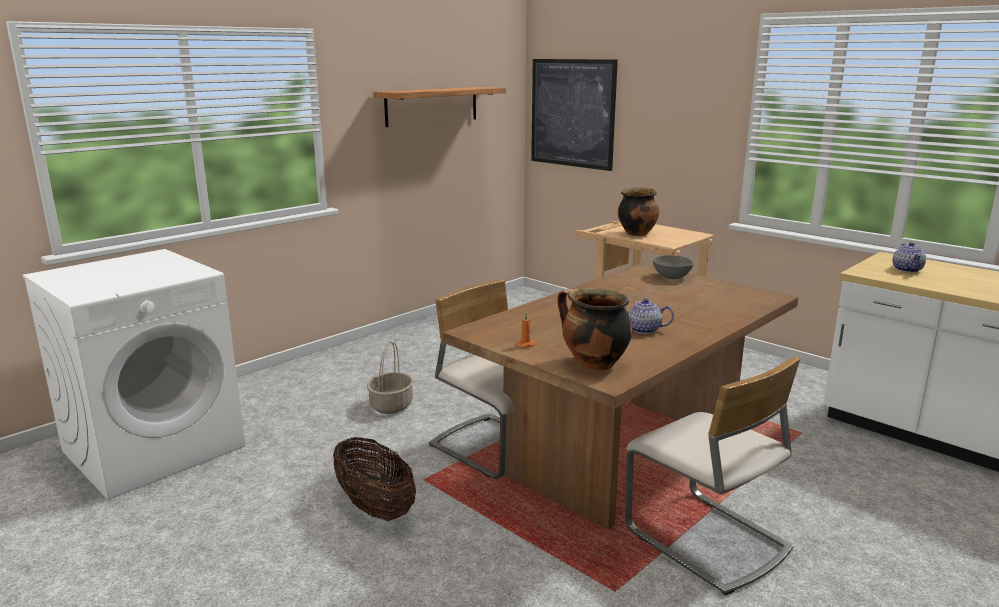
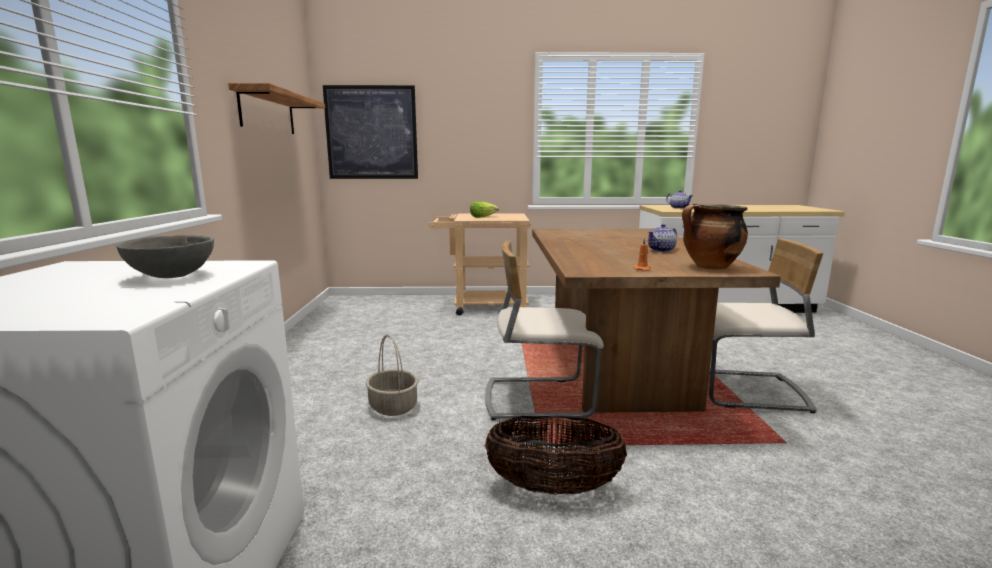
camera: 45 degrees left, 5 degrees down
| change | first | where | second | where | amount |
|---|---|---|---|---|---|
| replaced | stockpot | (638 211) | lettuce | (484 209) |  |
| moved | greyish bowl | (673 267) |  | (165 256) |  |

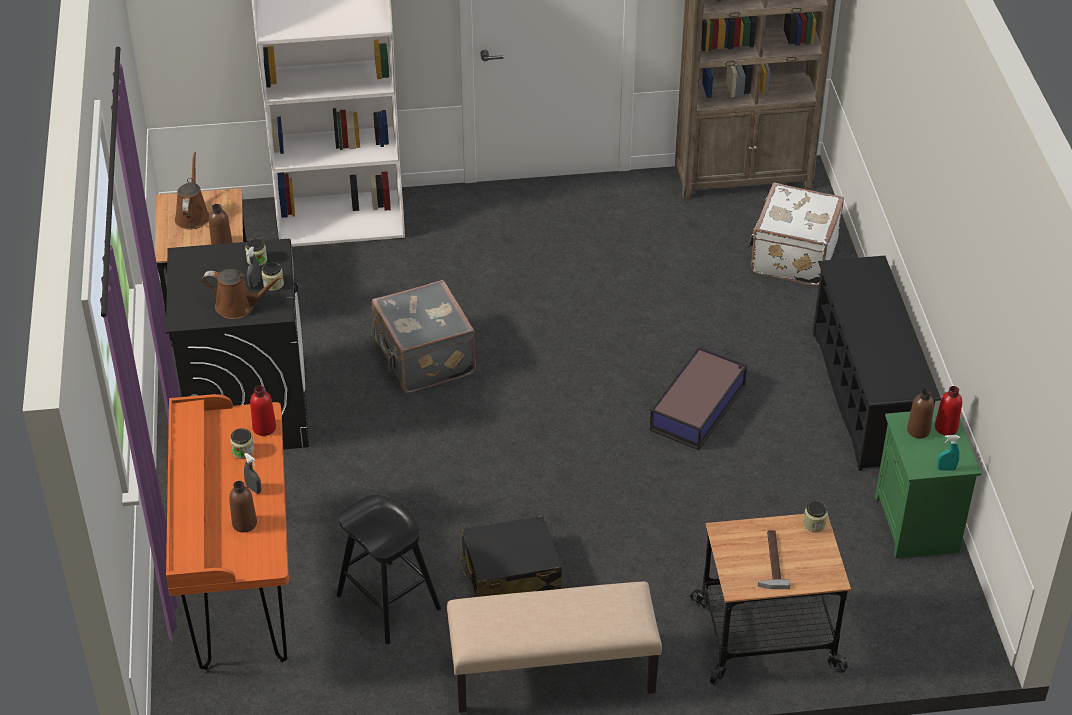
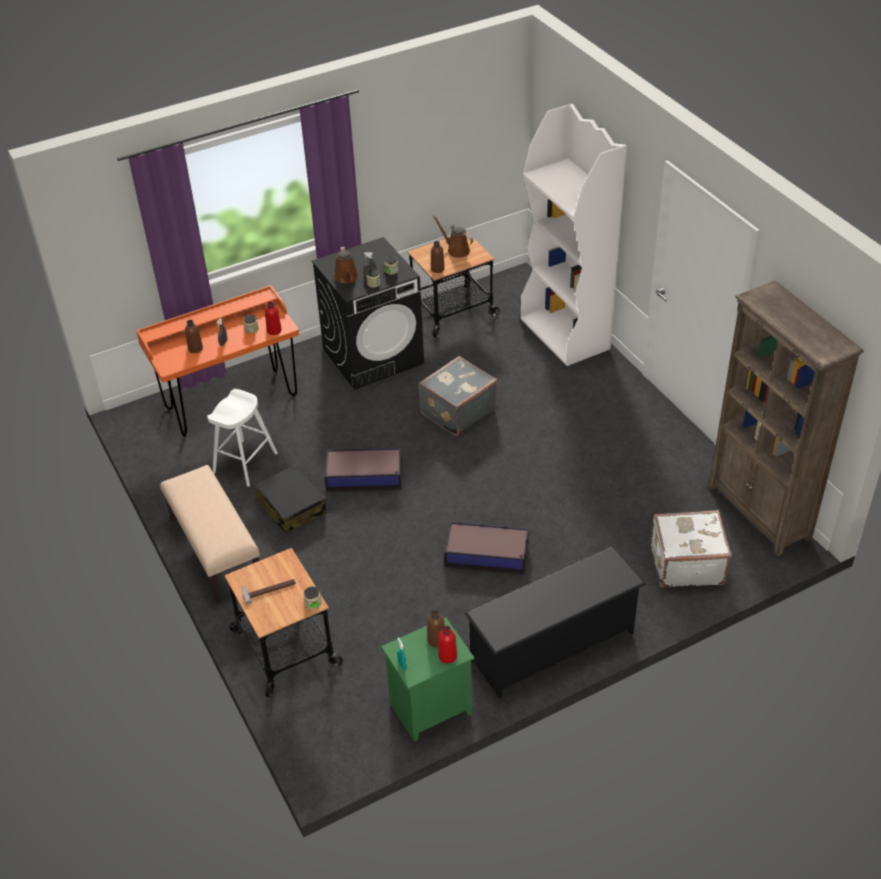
camera: 70 degrees right, 0 degrees up
| change | first | where | second | where | amount |
|---|---|---|---|---|---|
| turned | brownish watering can | (192 191) |  | (453 236) | 120 degrees counterclockwise |
| recoloured | black-coloured stool seat | (389 569) | whitish stool seat | (242 438) |  |
| added |  |  | storage box | (363 470) |  |

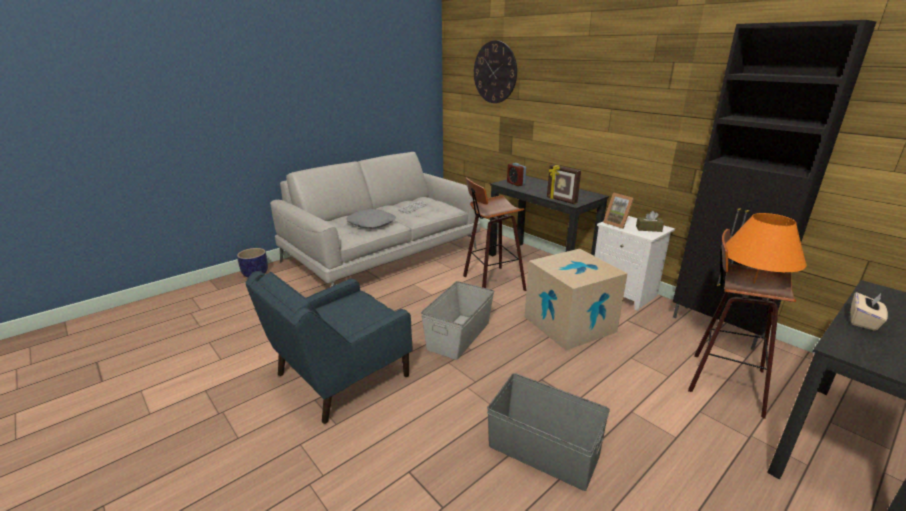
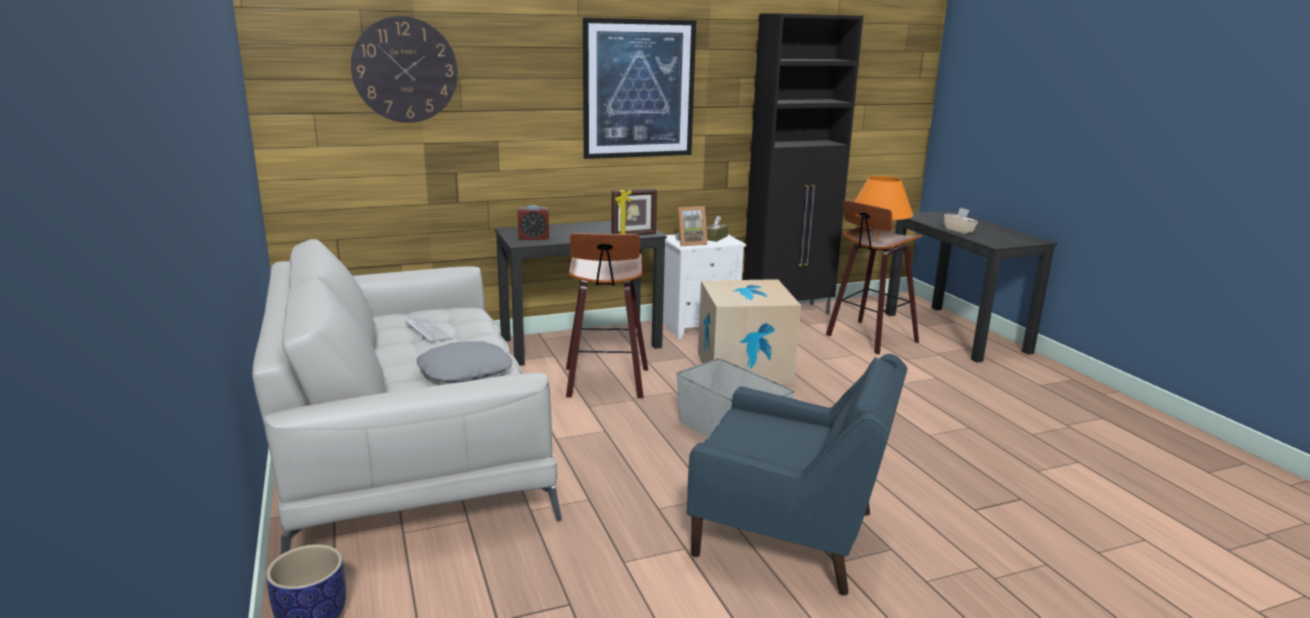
camera: 70 degrees left, 5 degrees down
| change | first | where | second | where | amount |
|---|---|---|---|---|---|
| turned | bluish lounge chair | (329 347) |  | (797 475) | 45 degrees counterclockwise |
| removed | greyish storage box | (548 432) |  |  |  |
| added |  |  | picture | (639 88) |  |

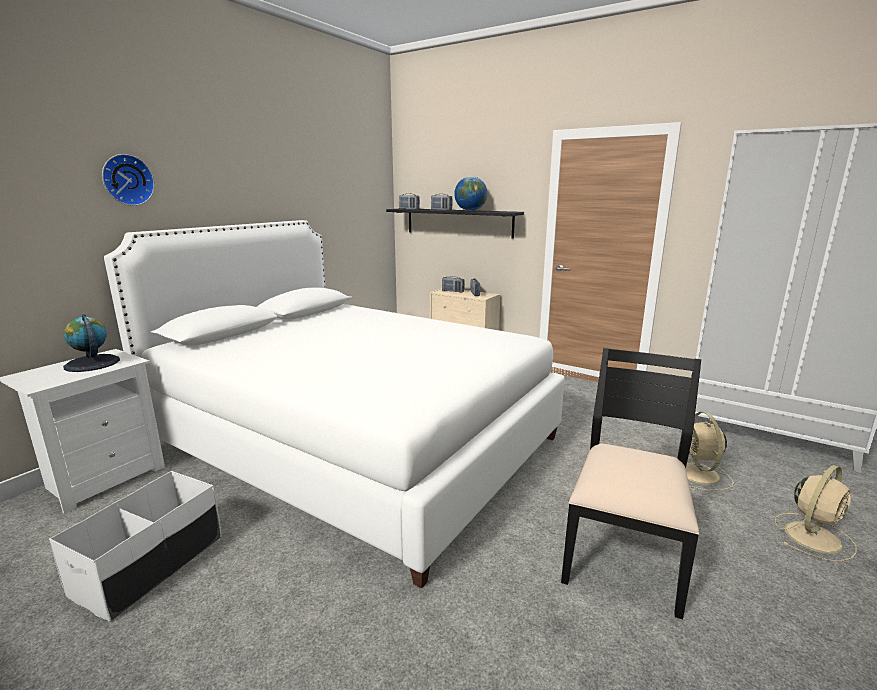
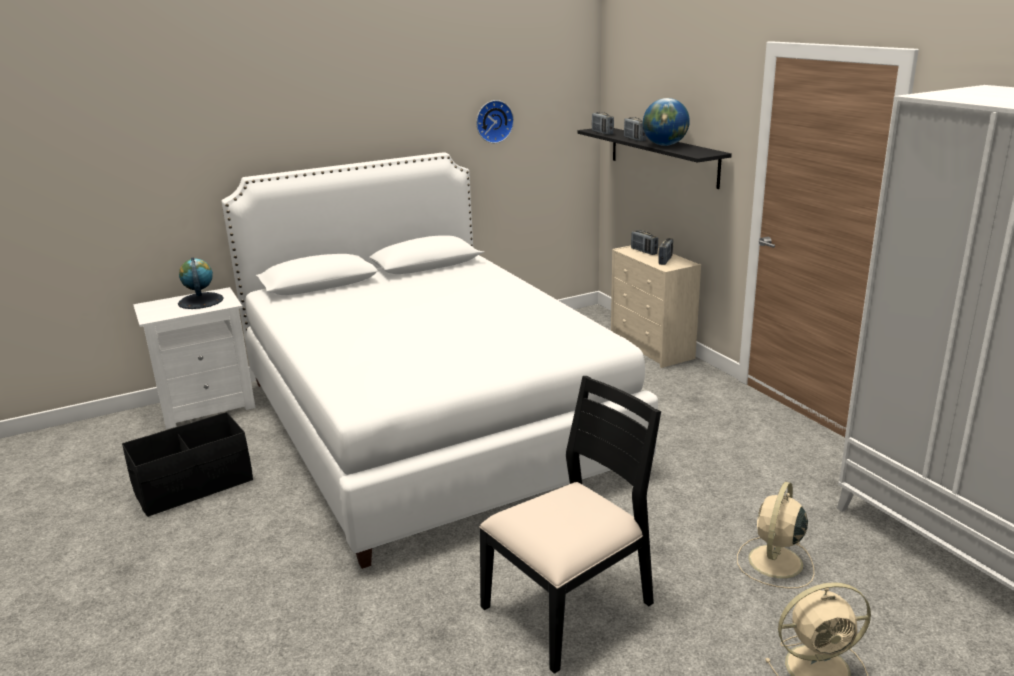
camera: 30 degrees right, 5 degrees up
| change | first | where | second | where | amount |
|---|---|---|---|---|---|
| recoloured | whitish storage box | (135 546) | black-coloured storage box | (187 464) |  |
| moved | hanging clock | (128 180) |  | (495 121) |  |

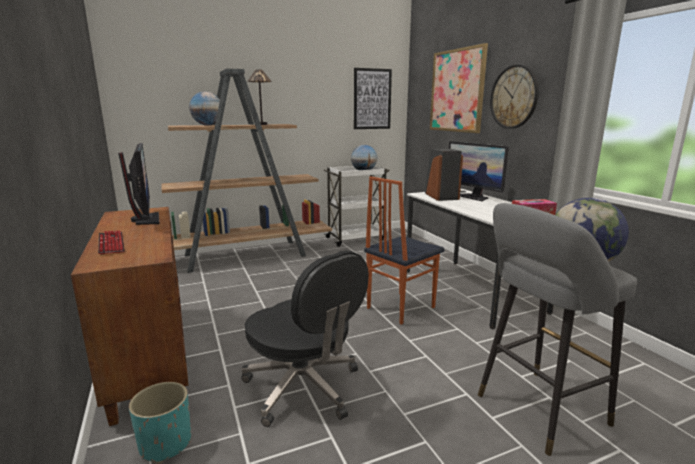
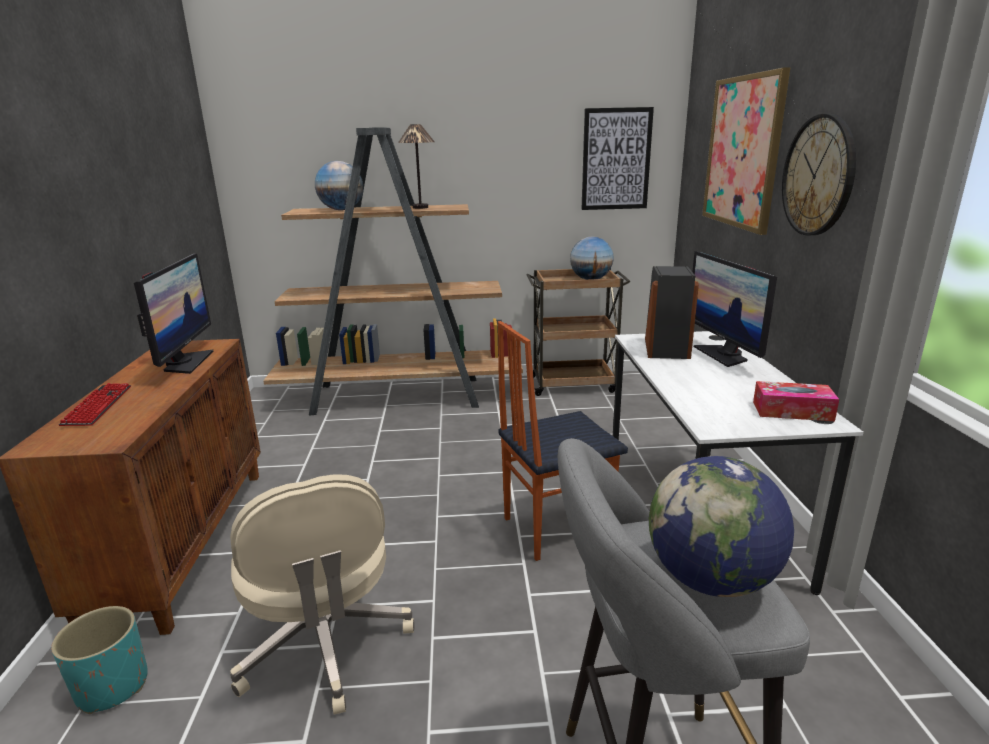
camera: 20 degrees right, 5 degrees up
| change | first | where | second | where | amount |
|---|---|---|---|---|---|
| recoloured | black-coloured computer chair | (305 338) | sand-coloured computer chair | (322 594) |  |
| recoloured | whitish cart | (356 206) | brownish cart | (578 332) |  |

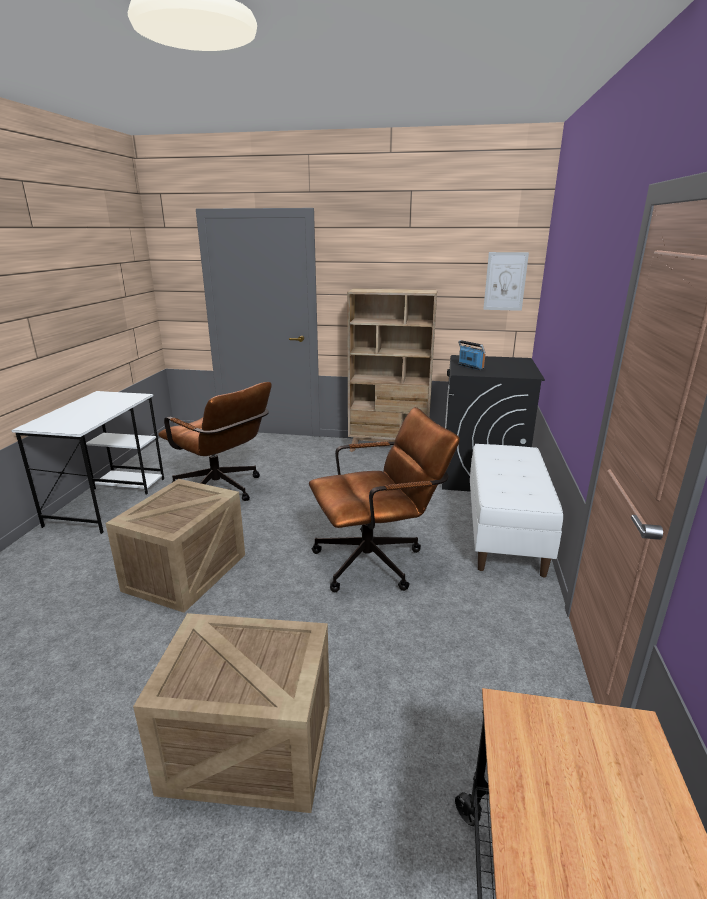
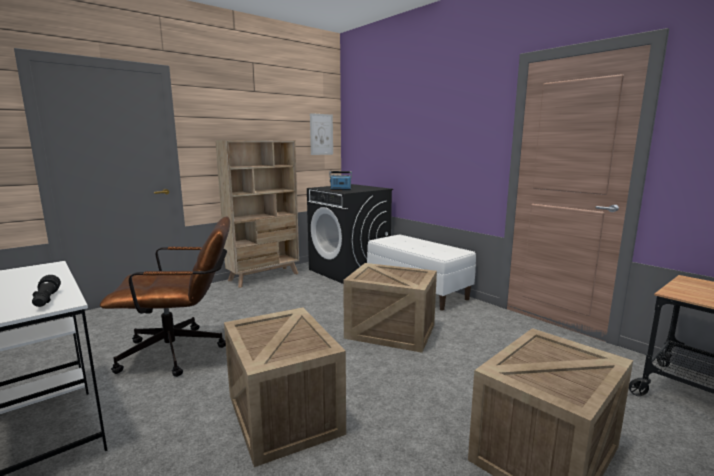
camera: 50 degrees left, 10 degrees down
| change | first | where | second | where | amount |
|---|---|---|---|---|---|
| replaced | brownish computer chair | (384 500) | shipping crate | (390 308) |  |
| added |  |  | black-coloured flashlight | (46 291) |  |

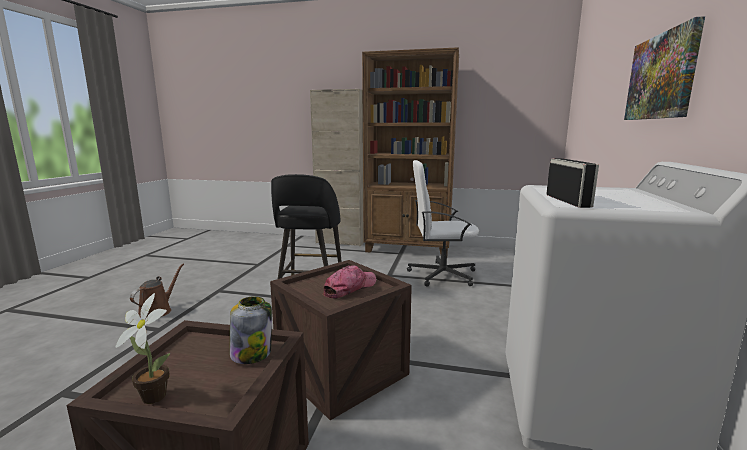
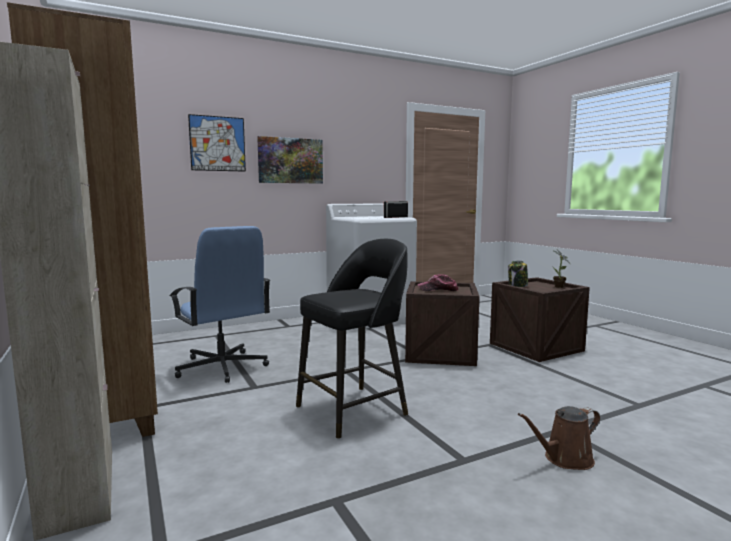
camera: 130 degrees left, 5 degrees down
| change | first | where | second | where | amount |
|---|---|---|---|---|---|
| recoloured | whitish computer chair | (443 223) | bluish computer chair | (220 304) |  |
| added |  |  | picture | (217 143) |  |

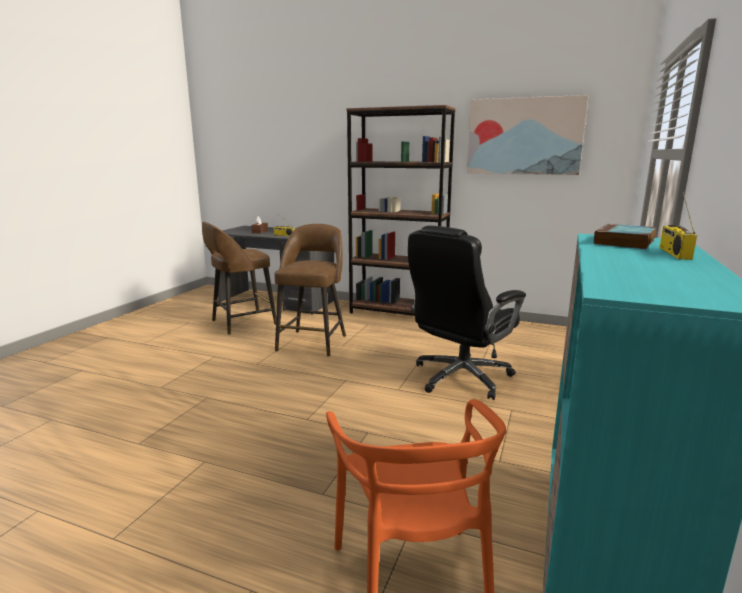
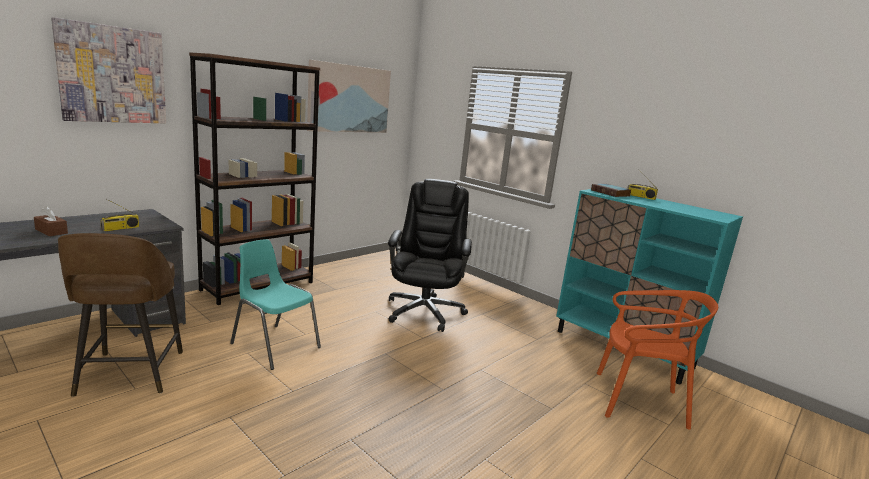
camera: 70 degrees left, 0 degrees up
| change | first | where | second | where | amount |
|---|---|---|---|---|---|
| replaced | brownish stool seat | (310 290) | turquoise plain chair | (275 305) |  |
| turned | black-coloured computer chair | (467 313) |  | (430 255) | 150 degrees counterclockwise |
| added |  |  | picture | (108 70) |  |

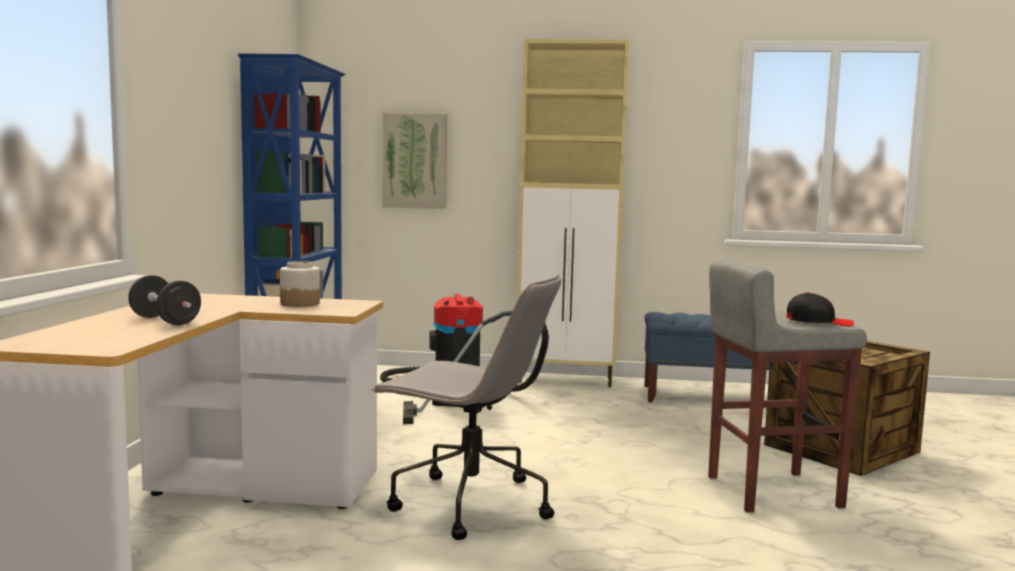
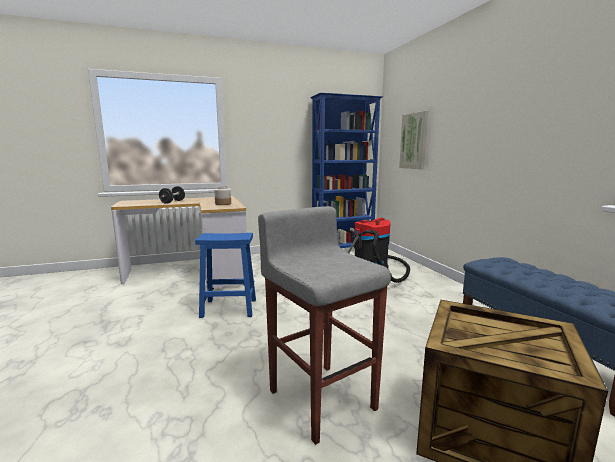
camera: 65 degrees right, 5 degrees up
| change | first | where | second | where | amount |
|---|---|---|---|---|---|
| replaced | greyish computer chair | (466 407) | bluish stool seat | (225 275) |  |
| removed | sand-coloured cabinet | (573 213) |  |  |  |
| removed | black-coloured baseball cap | (820 309) |  |  |  |

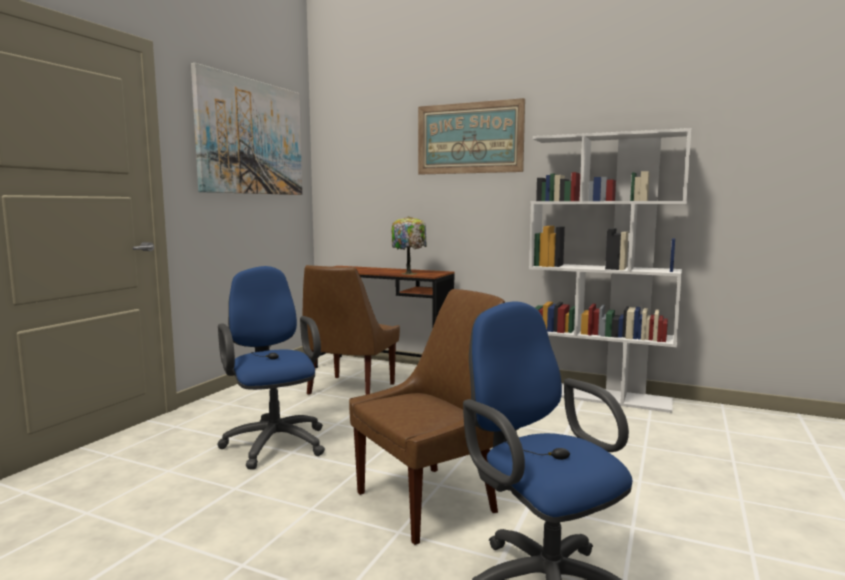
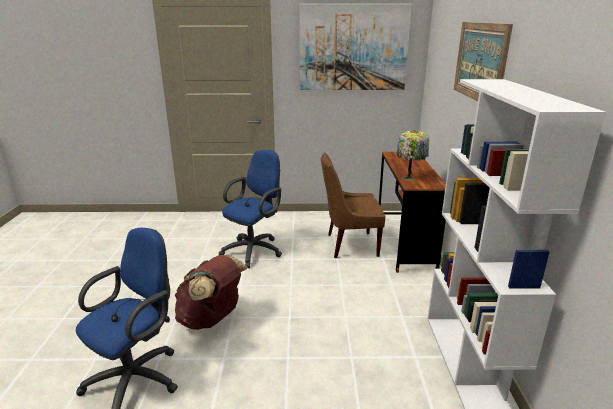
camera: 65 degrees right, 15 degrees up
| change | first | where | second | where | amount |
|---|---|---|---|---|---|
| replaced | brownish plain chair | (427 417) | brownish rucksack | (211 292) |  |

